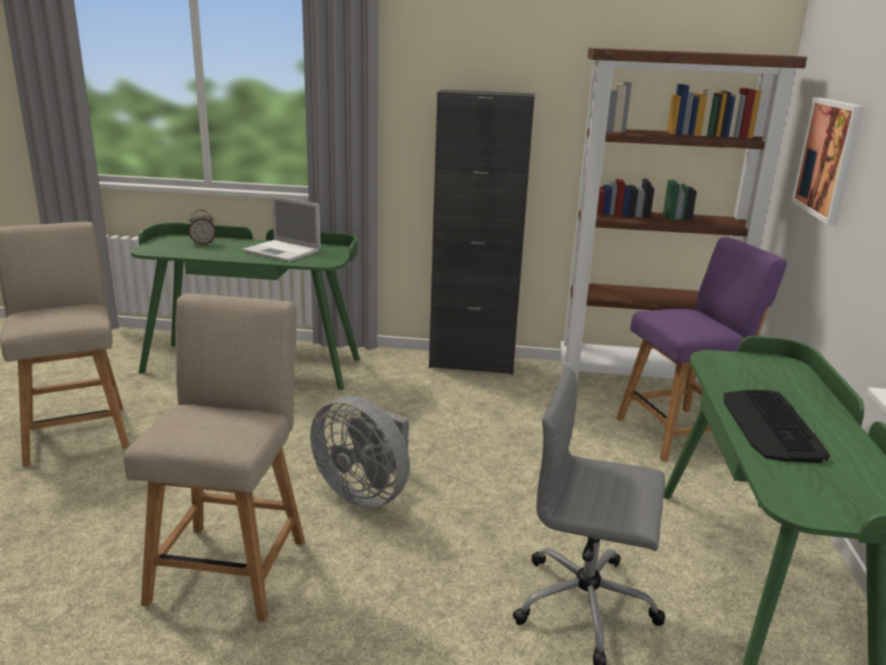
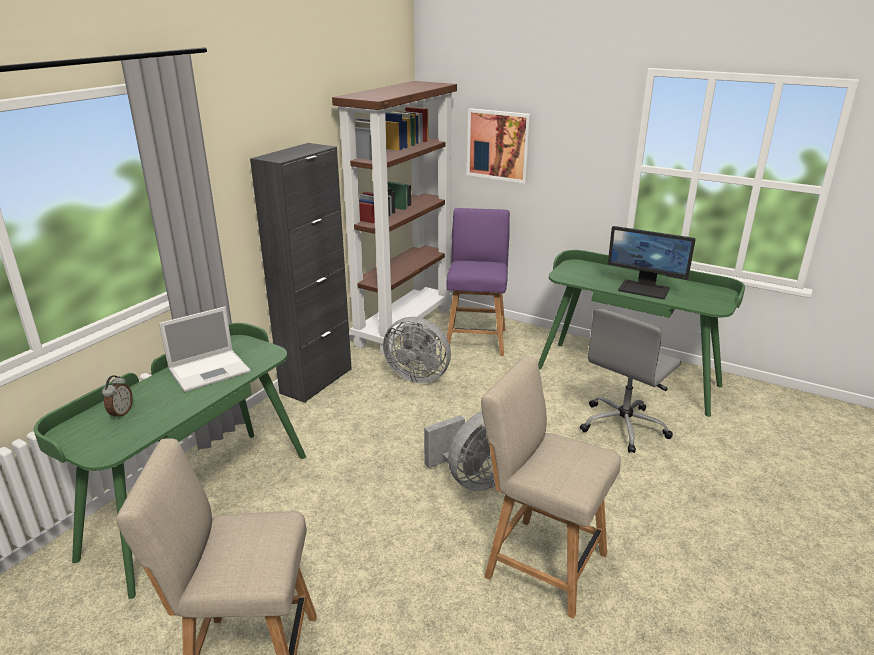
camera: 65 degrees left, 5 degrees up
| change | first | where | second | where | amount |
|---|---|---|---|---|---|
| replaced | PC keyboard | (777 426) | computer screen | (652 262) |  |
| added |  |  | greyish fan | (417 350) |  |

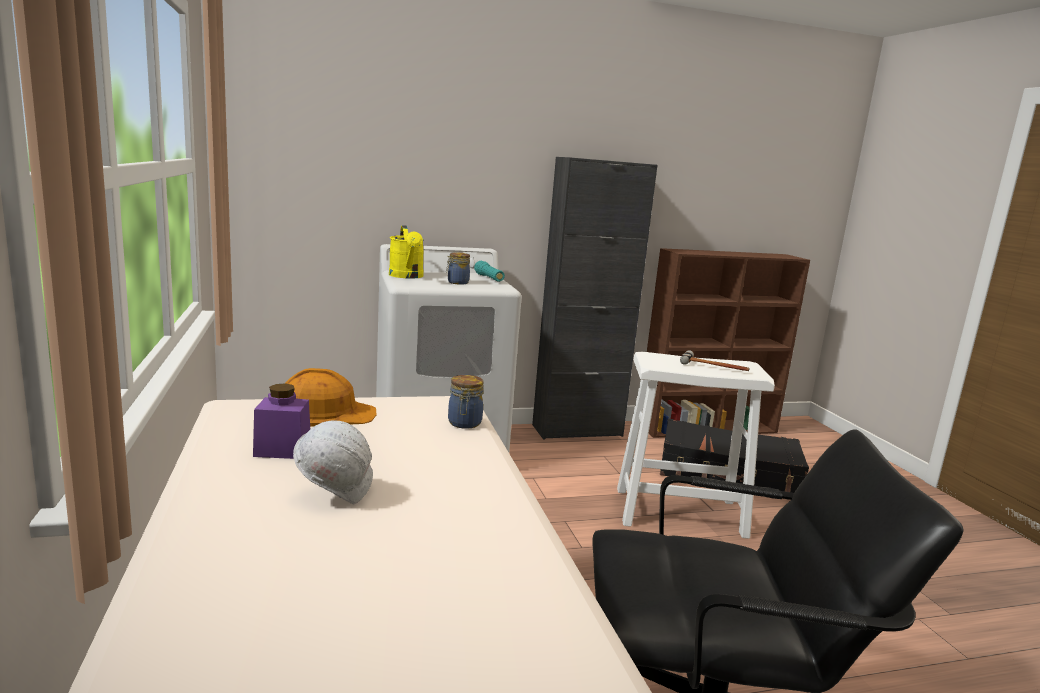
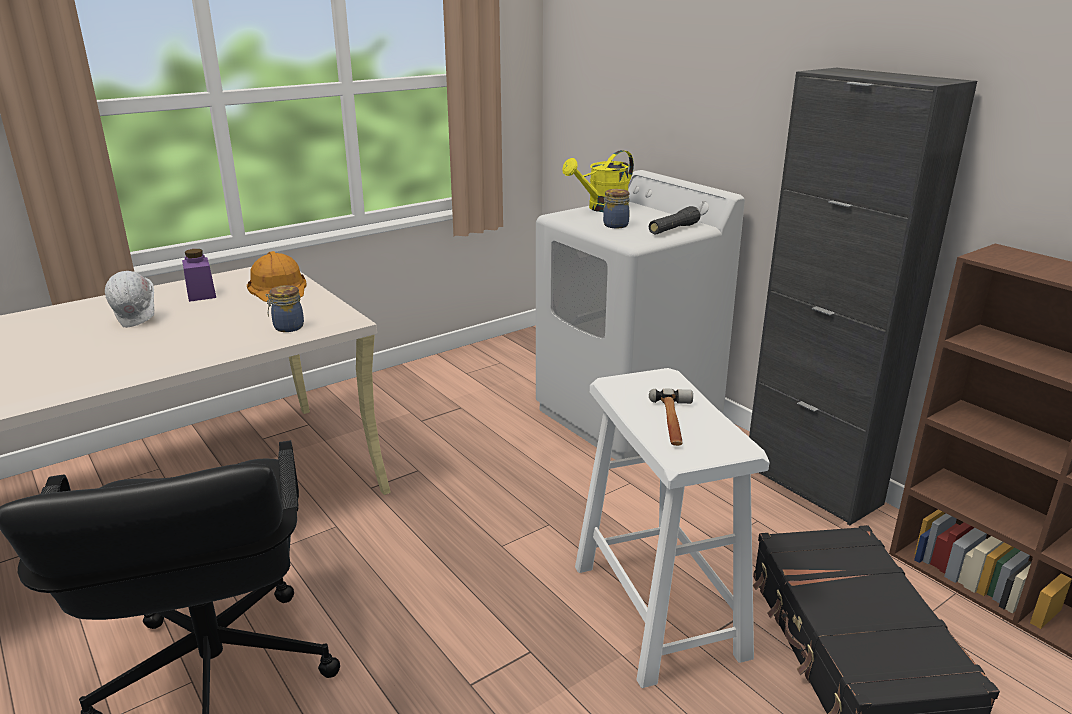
camera: 70 degrees right, 10 degrees up
| change | first | where | second | where | amount |
|---|---|---|---|---|---|
| recoloured | turquoise flashlight | (489 271) | black-coloured flashlight | (675 220) |  |

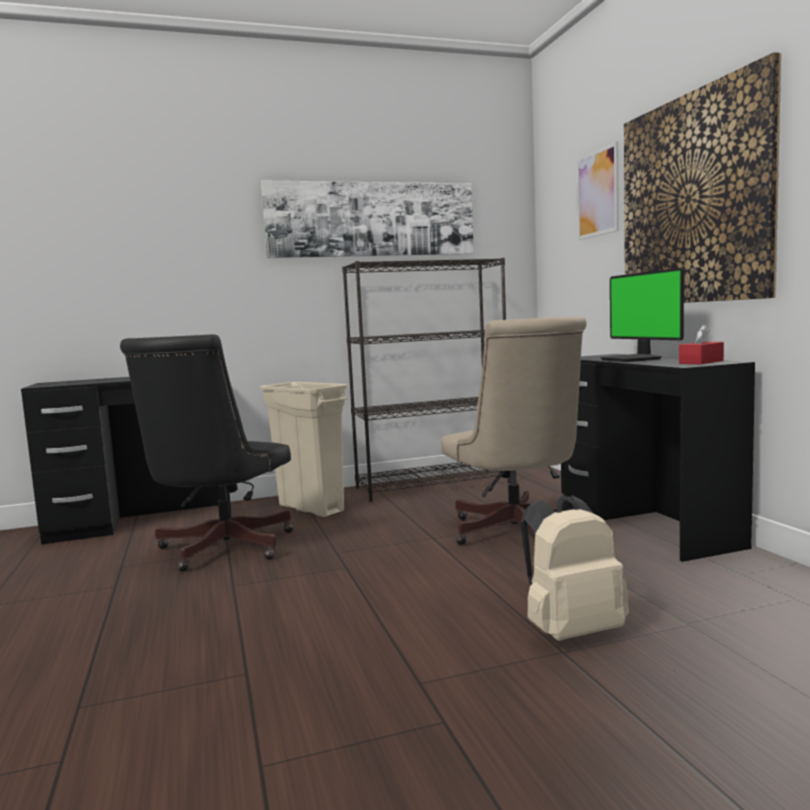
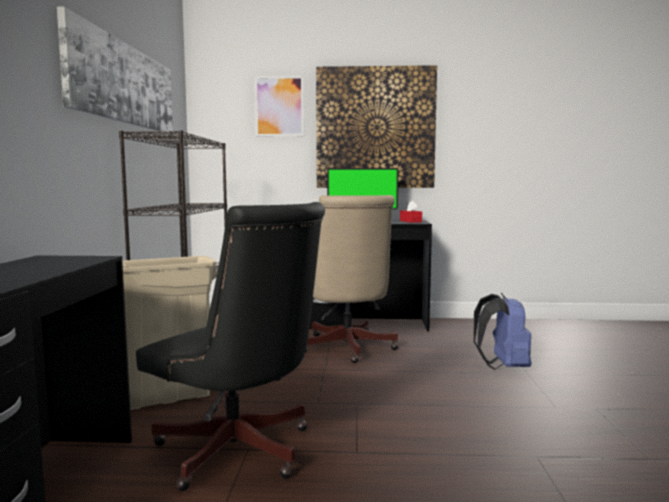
camera: 70 degrees left, 0 degrees up
| change | first | where | second | where | amount |
|---|---|---|---|---|---|
| turned | sand-coloured computer chair | (513 430) |  | (351 279) | 75 degrees clockwise |
| recoloured | sand-coloured rucksack | (575 568) | bluish rucksack | (502 331) |  |

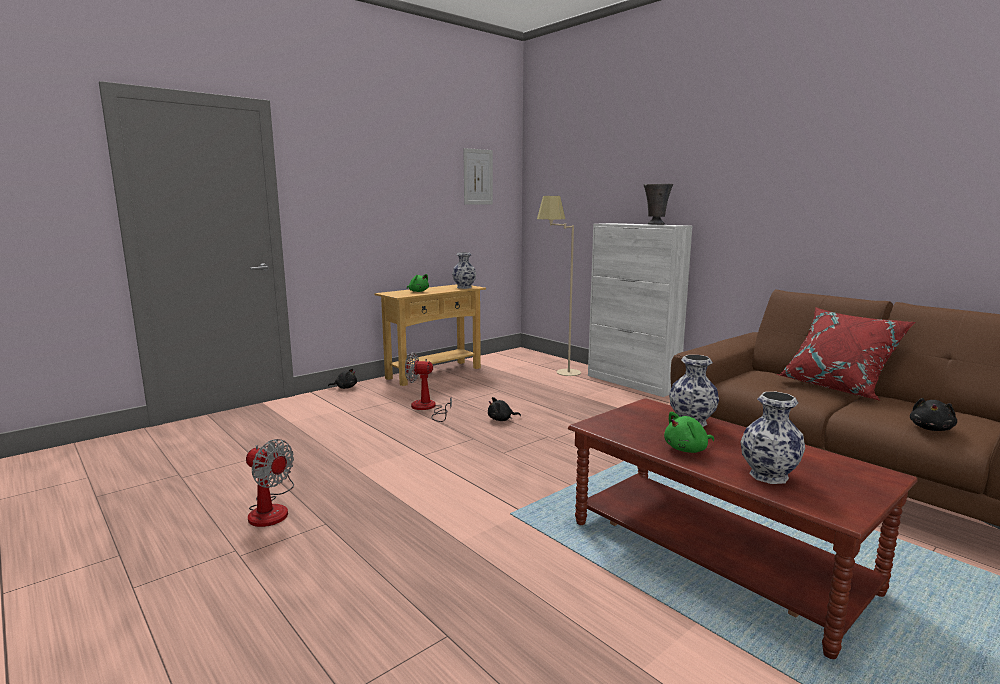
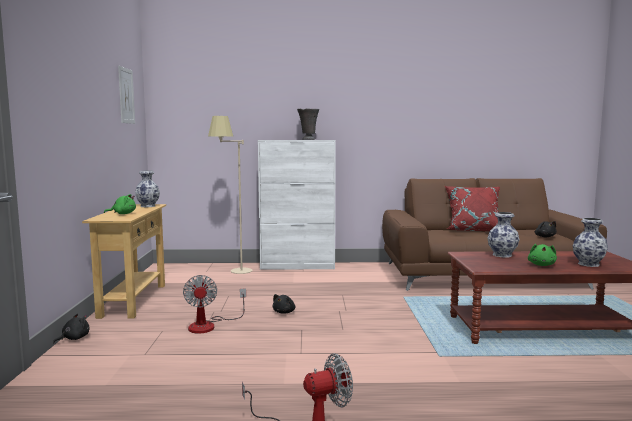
camera: 50 degrees left, 5 degrees down
| change | first | where | second | where | amount |
|---|---|---|---|---|---|
| turned | fan | (428 387) |  | (214 304) | 60 degrees counterclockwise |

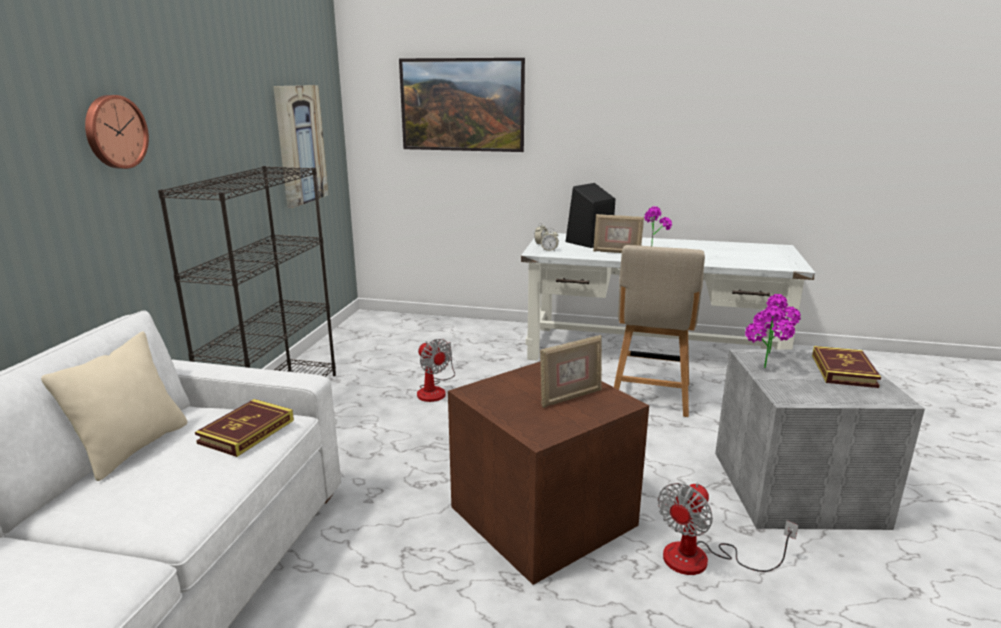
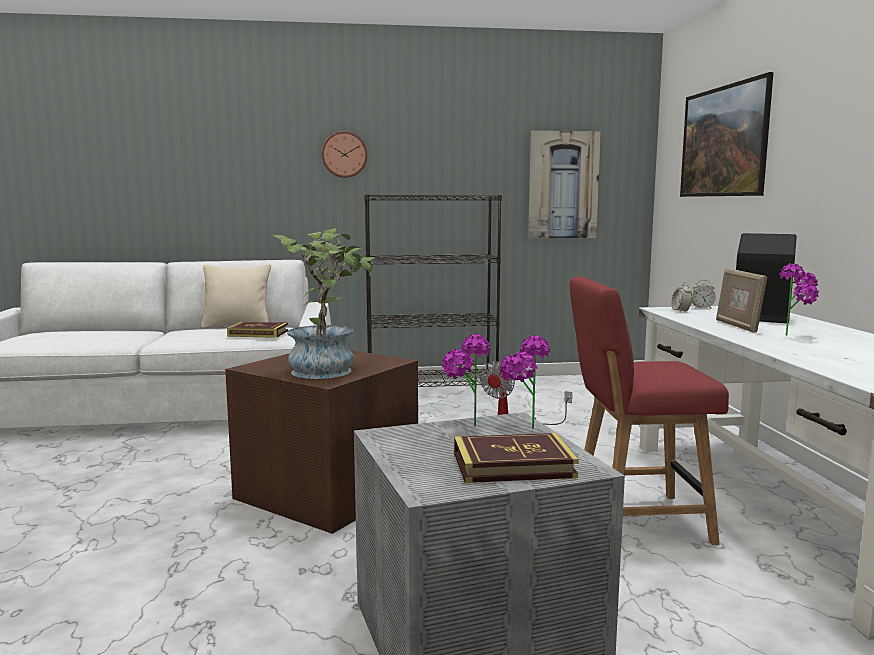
camera: 70 degrees right, 10 degrees down
| change | first | where | second | where | amount |
|---|---|---|---|---|---|
| replaced | standing frame | (571 371) | potted plant | (323 303) |  |
| recoloured | sand-coloured plain chair | (659 331) | red-coloured plain chair | (649 411) |  |
| removed | fan | (728 529) |  |  |  |

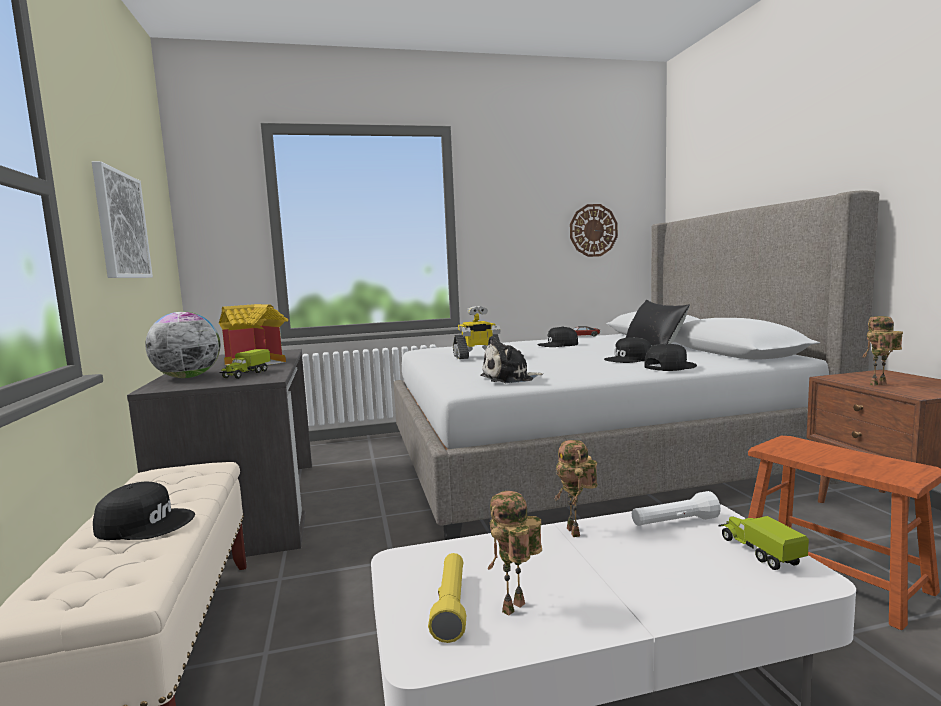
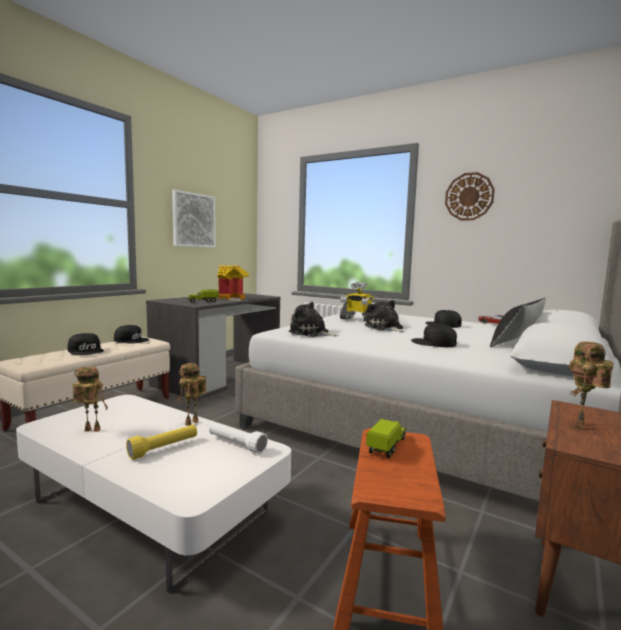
camera: 45 degrees right, 0 degrees up
| change | first | where | second | where | amount |
|---|---|---|---|---|---|
| removed | desk globe | (182 345) |  |  |  |
| moved | yellowish flashlight | (447 598) |  | (161 442) |  |
| moved | hanging clock | (594 230) |  | (470 196) |  |
| moved | black-coloured baseball cap | (670 357) |  | (132 334) |  |
| moved | model truck | (764 543) |  | (386 438) |  |
| turned | model robot | (882 351) |  | (591 385) | 90 degrees counterclockwise |
| added |  |  | plush toy | (384 316) |  |

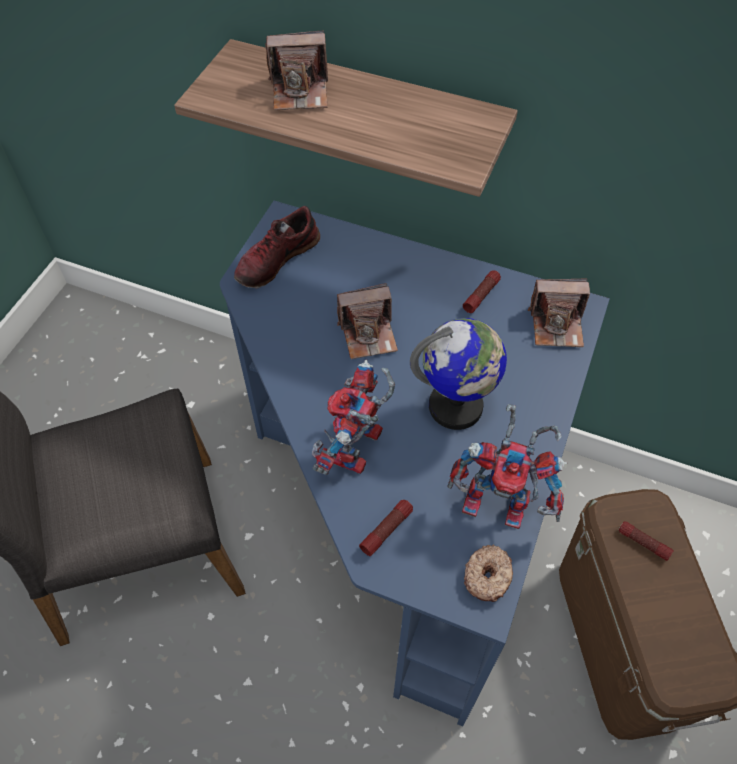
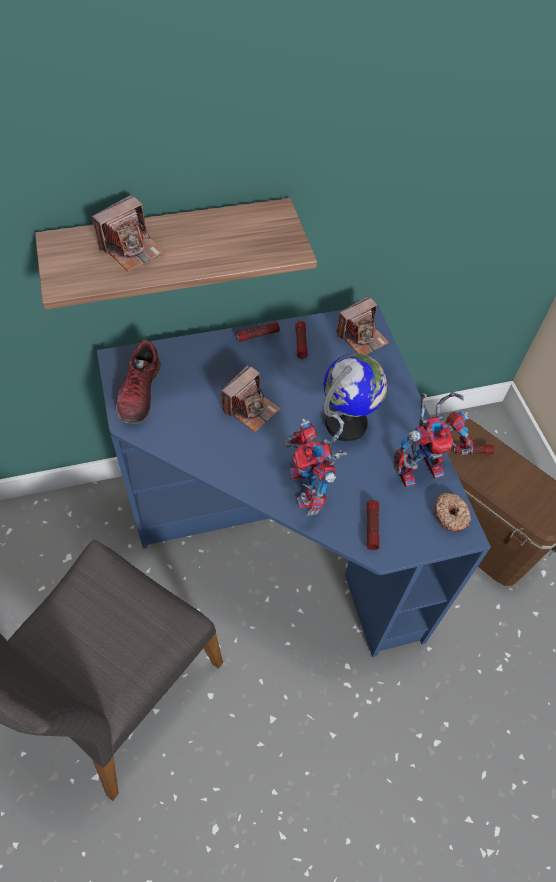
camera: 40 degrees left, 0 degrees up
| change | first | where | second | where | amount |
|---|---|---|---|---|---|
| added |  |  | flashlight | (258 331) |  |

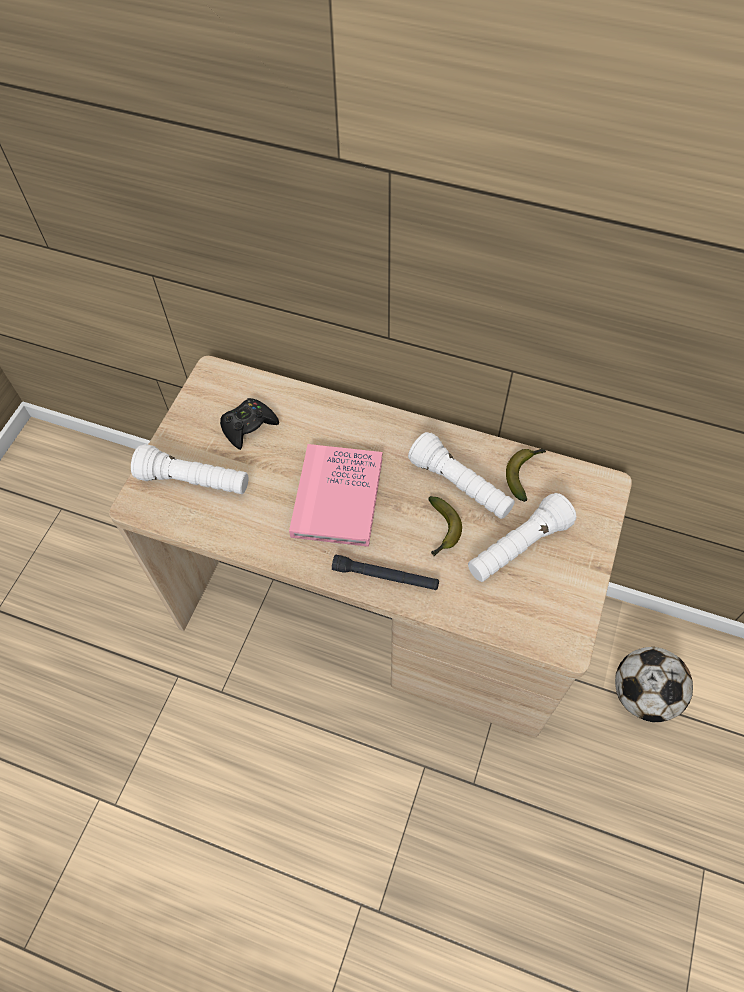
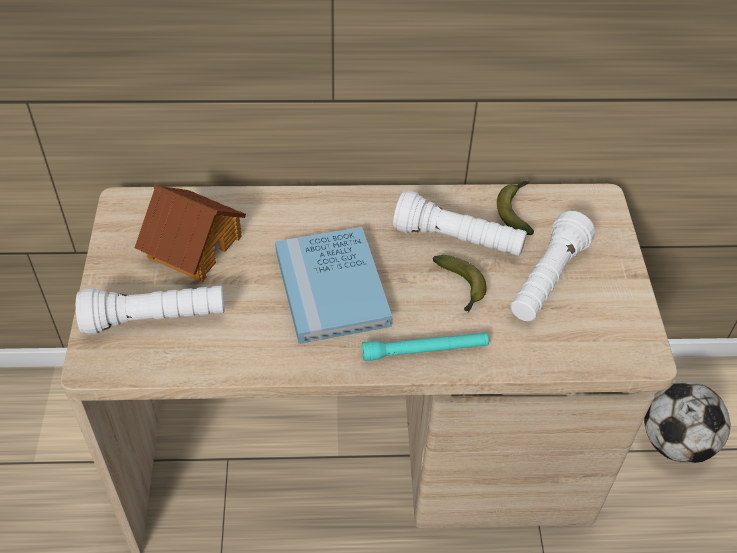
camera: 25 degrees left, 10 degrees down
| change | first | where | second | where | amount |
|---|---|---|---|---|---|
| replaced | black-coloured gamepad | (249 424) | toy house | (190 233) |  |
| recoloured | pink book | (335 495) | bluish book | (333 285) |  |
| recoloured | black-coloured flashlight | (385 572) | turquoise flashlight | (425 347) |  |

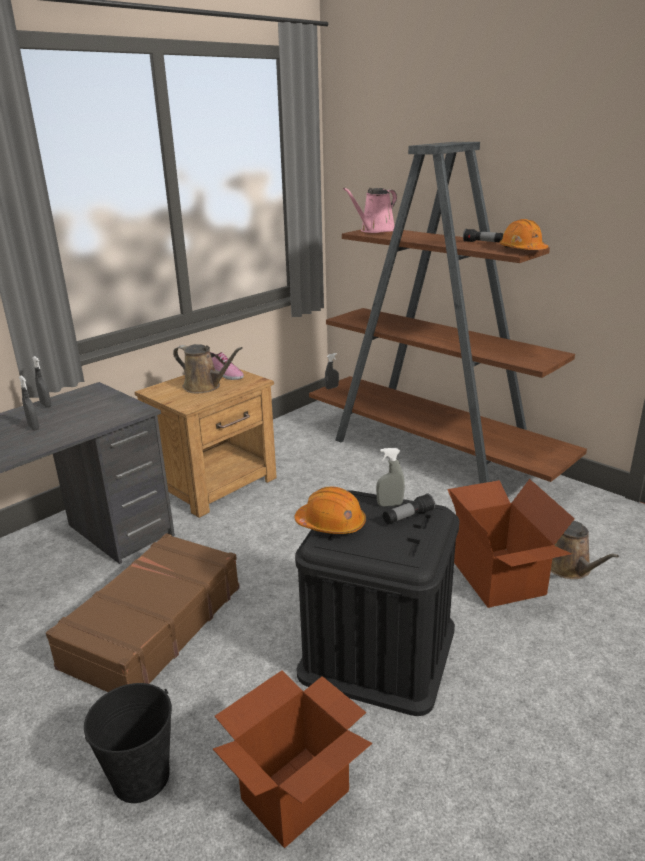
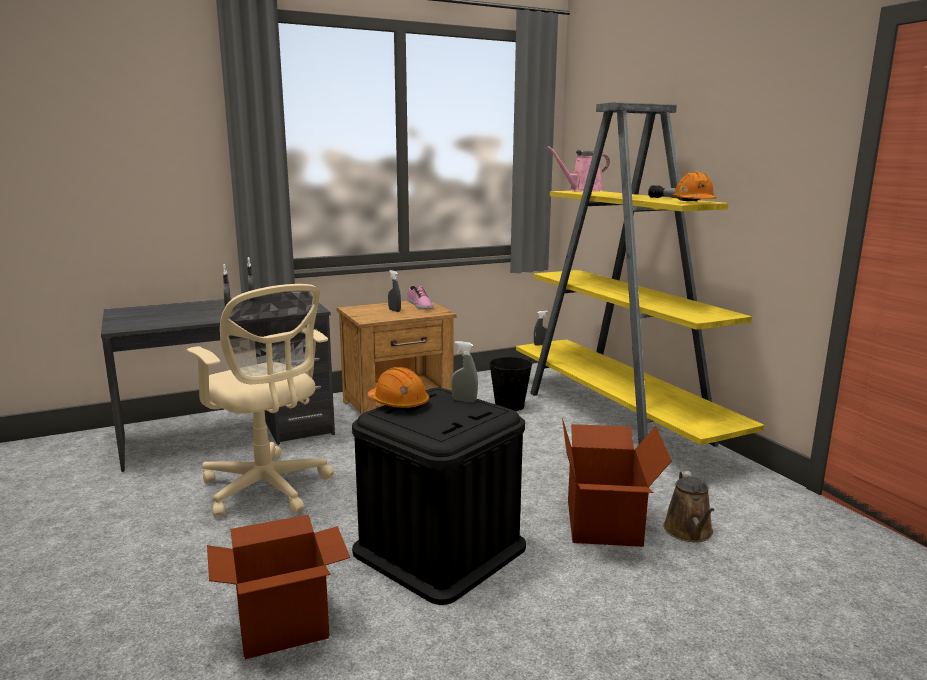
camera: 20 degrees right, 10 degrees down
| change | first | where | second | where | amount |
|---|---|---|---|---|---|
| replaced | brownish travel case | (143 612) | sand-coloured computer chair | (260 401) |  |
| moved | black-coloured pail | (128 743) |  | (510 384) |  |
| replaced | brownish watering can | (208 368) | greyish sprayer | (394 291) |  |
| recoloured | brownish bookcase | (448 313) | yellowish bookcase | (640 274) |  |
| removed | flashlight | (409 509) |  |  |  |

